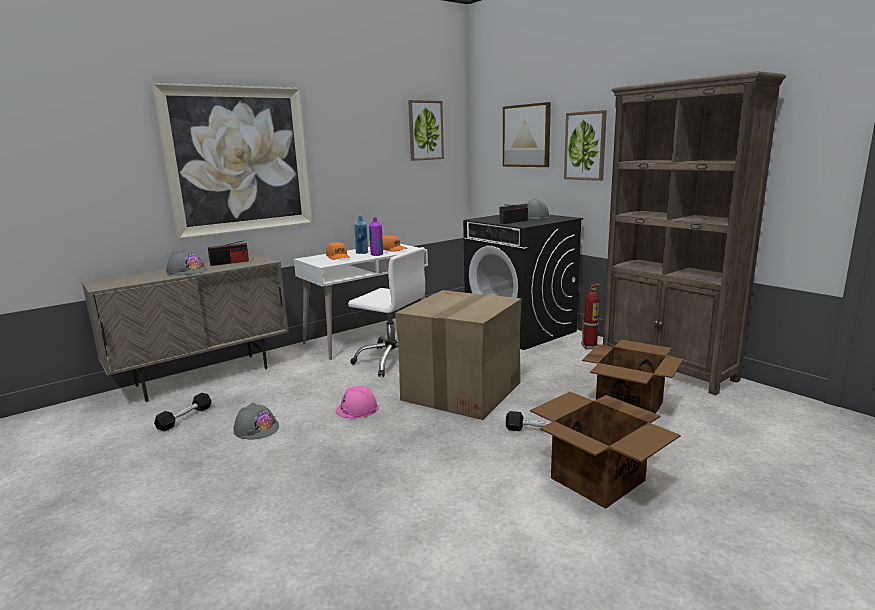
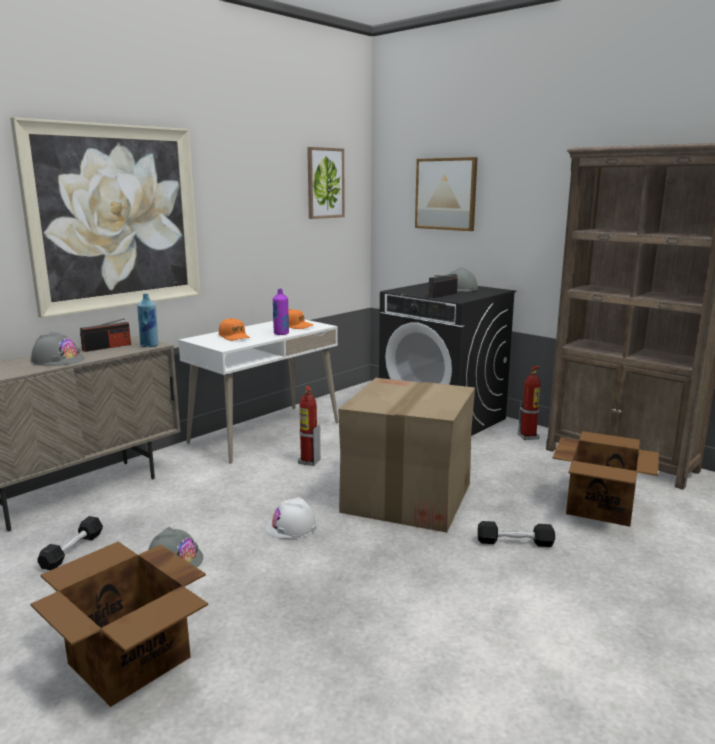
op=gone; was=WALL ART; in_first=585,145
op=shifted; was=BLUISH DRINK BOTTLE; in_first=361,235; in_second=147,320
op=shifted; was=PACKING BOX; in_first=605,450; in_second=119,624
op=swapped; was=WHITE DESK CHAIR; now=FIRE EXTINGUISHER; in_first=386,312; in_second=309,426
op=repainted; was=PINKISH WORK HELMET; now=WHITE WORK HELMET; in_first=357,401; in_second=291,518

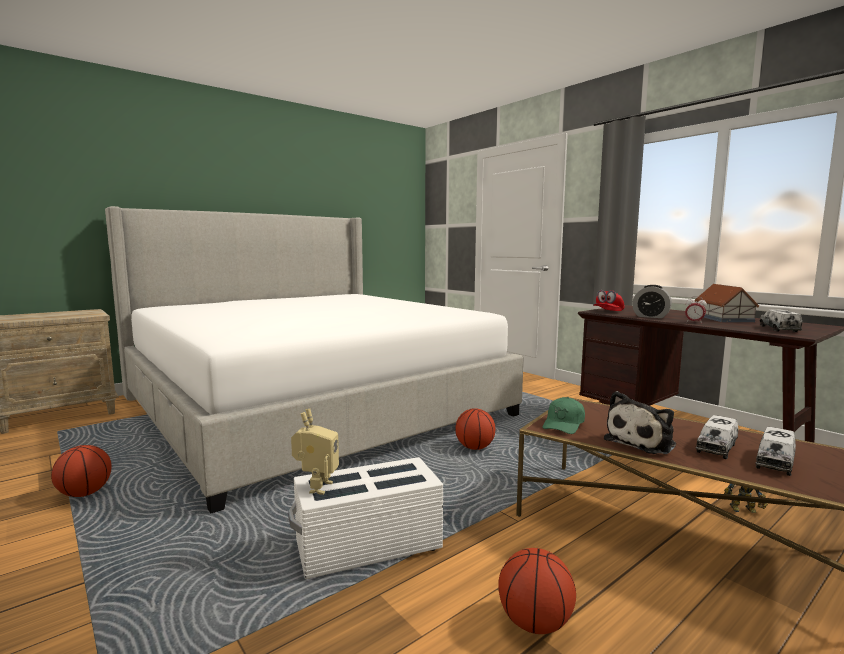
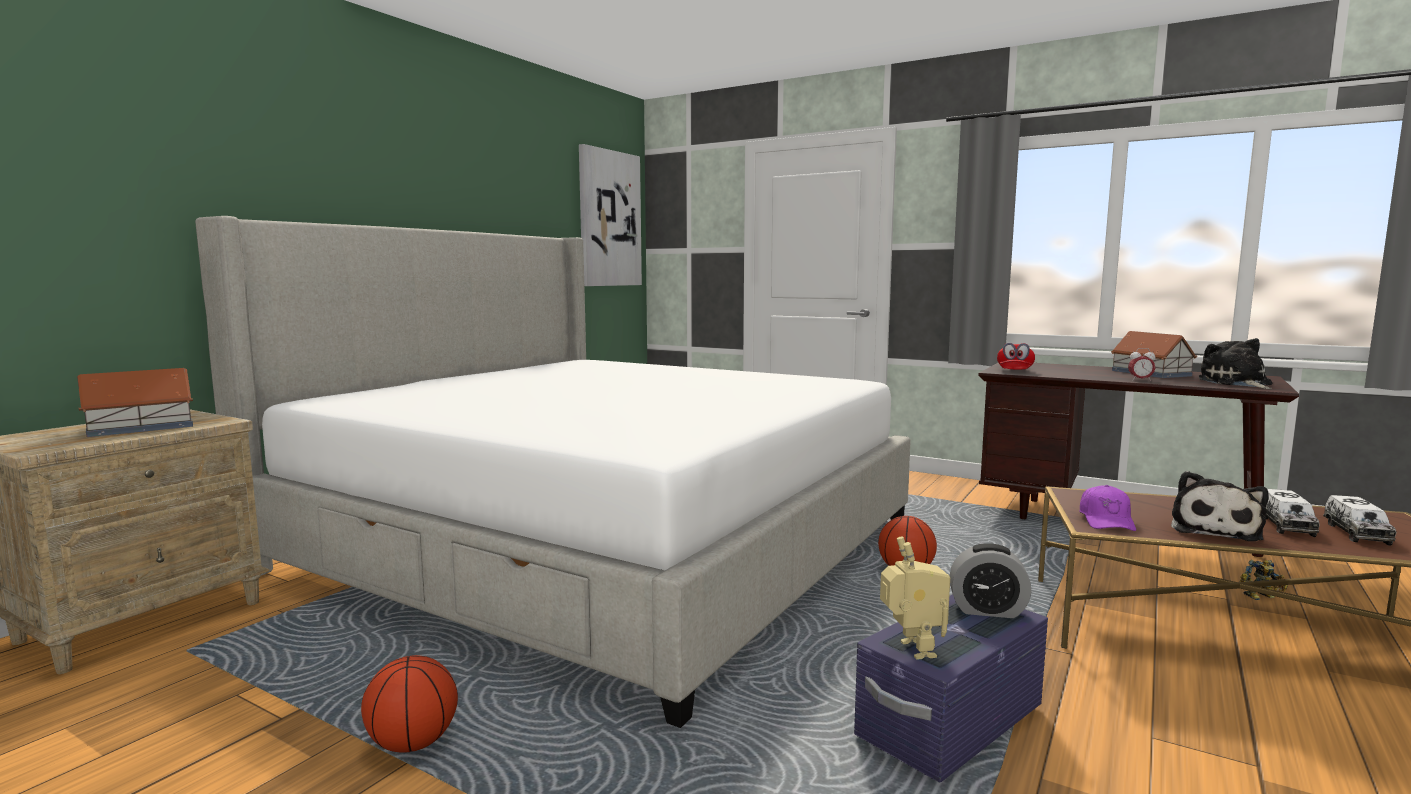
op=gone; was=BASKETBALL; in_first=537,591
op=new; now=TOY HOUSE; in_second=135,402
op=new; now=WALL ART; in_second=610,215
op=shifted; was=ALARM CLOCK; in_first=652,301; in_second=990,580
op=swapped; was=TOY TRUCK; now=CUDDLY TOY; in_first=781,320; in_second=1235,363
op=repainted; was=WHITE STORAGE BIN; now=PURPLISH STORAGE BIN; in_first=365,518; in_second=951,688
op=repainted; was=GREENISH BASEBALL CAP; now=PURPLISH BASEBALL CAP; in_first=563,415; in_second=1107,508

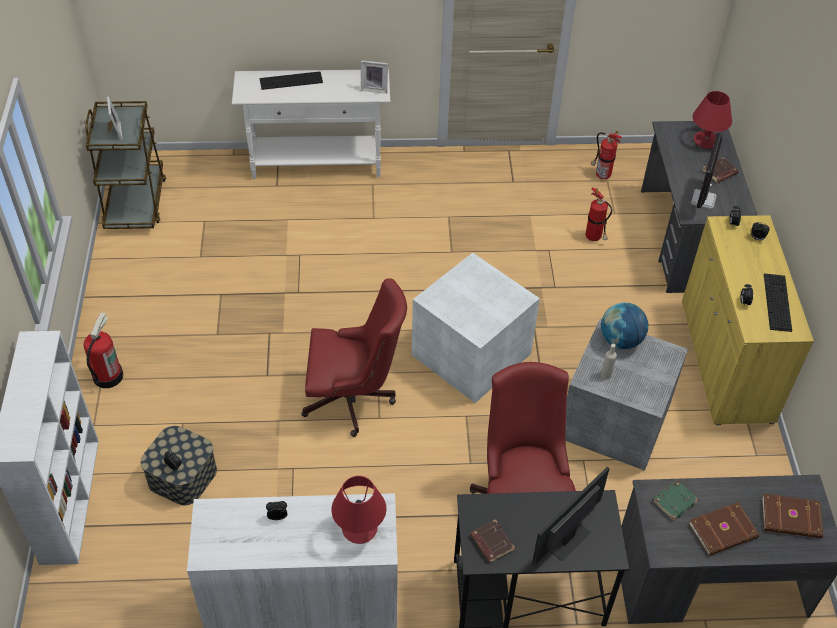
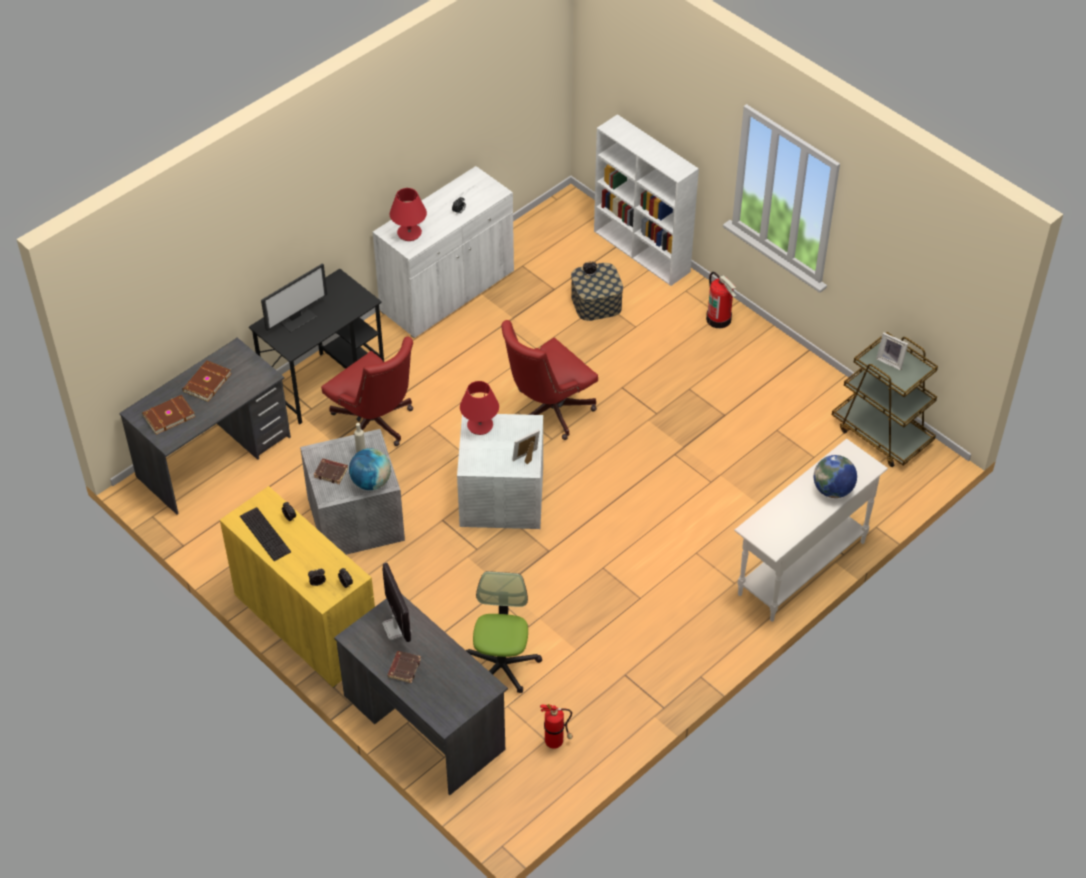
op=gone; was=GREENISH BOOK; in_first=675,500
op=shifted; was=STANDING FRAME; in_first=374,77; in_second=526,446
op=shifted; was=BROWN-COLOURED BOOK; in_first=492,541; in_second=331,471
op=shifted; was=RED-COLOURED LAMP FOR A TABLE; in_first=712,120; in_second=479,408
op=swapped; was=COMPUTER KEYBOARD; now=DESK GLOBE; in_first=291,80; in_second=835,476
op=swapped; was=FIRE EXTINGUISHER; now=DESK CHAIR; in_first=598,214; in_second=504,632
op=rotated; was=COMPUTER SCREEN; in_first=571,515; in_second=294,297; clockwise=45

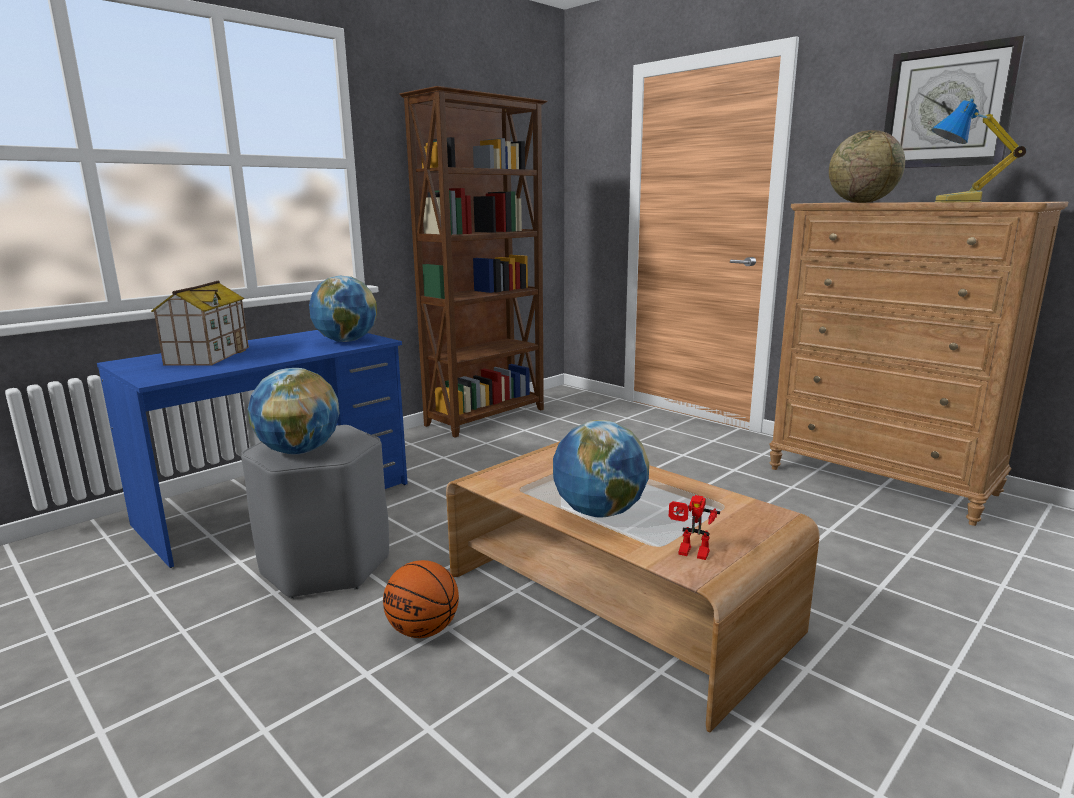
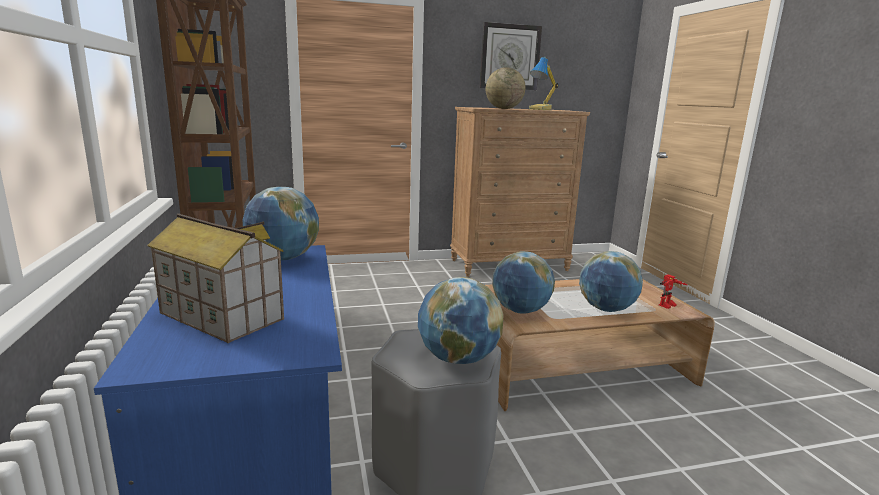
op=gone; was=BASKETBALL; in_first=421,599
op=new; now=DESK GLOBE; in_second=523,282

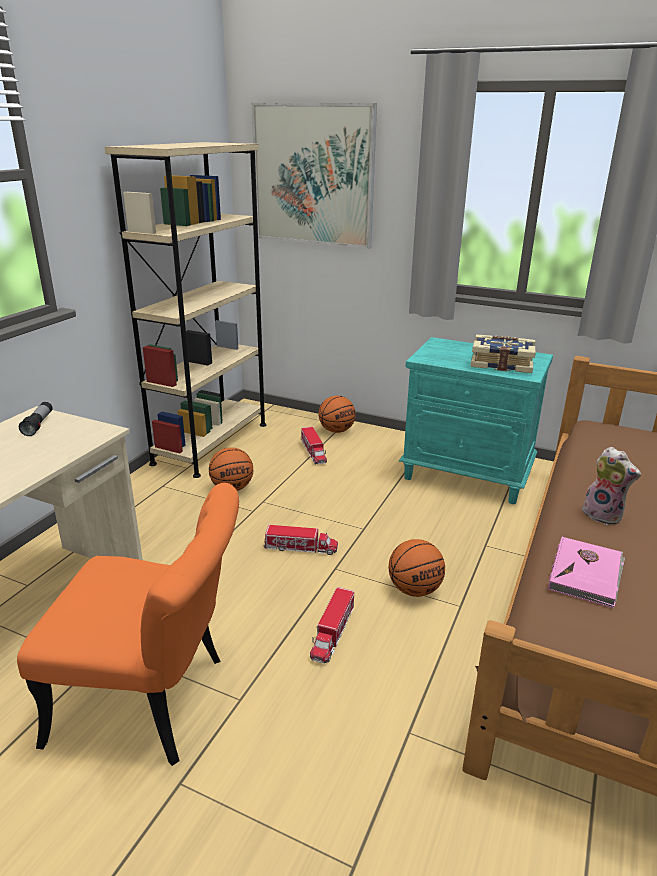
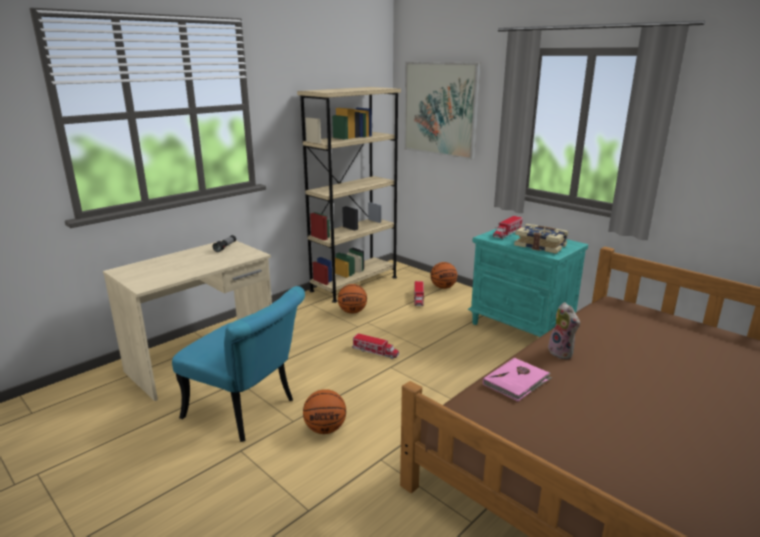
op=shifted; was=TOY TRUCK; in_first=332,625; in_second=507,227
op=shifted; was=BASKETBALL; in_first=416,568; in_second=324,411
op=repainted; was=ORANGE PLAIN CHAIR; now=TURQUOISE PLAIN CHAIR; in_first=128,624; in_second=238,364

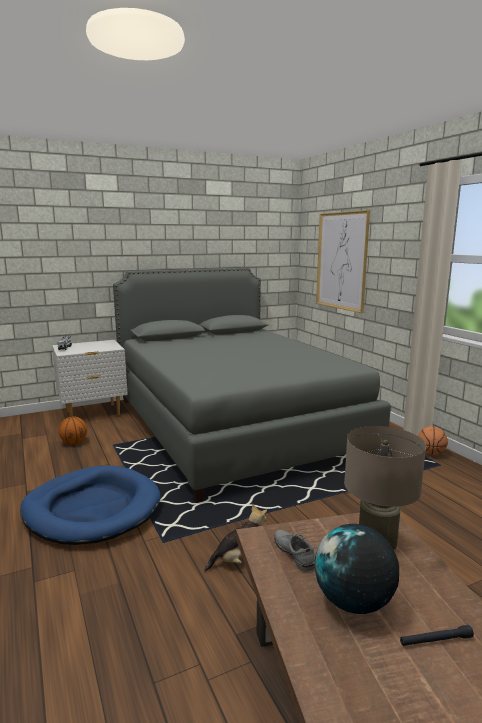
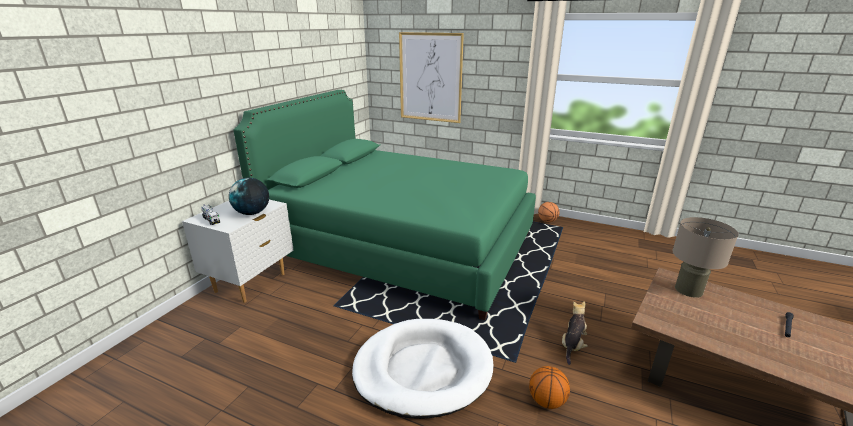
op=gone; was=GREYISH SHOE; in_first=294,551
op=shifted; was=BASKETBALL; in_first=73,430; in_second=549,387
op=shifted; was=DESK GLOBE; in_first=356,569; in_second=249,196
op=repainted; was=BLUISH DOG CUSHION; now=WHITE DOG CUSHION; in_first=90,505; in_second=422,369
op=repainted; was=GREYISH BED; now=GREENISH BED; in_first=252,384; in_second=384,205

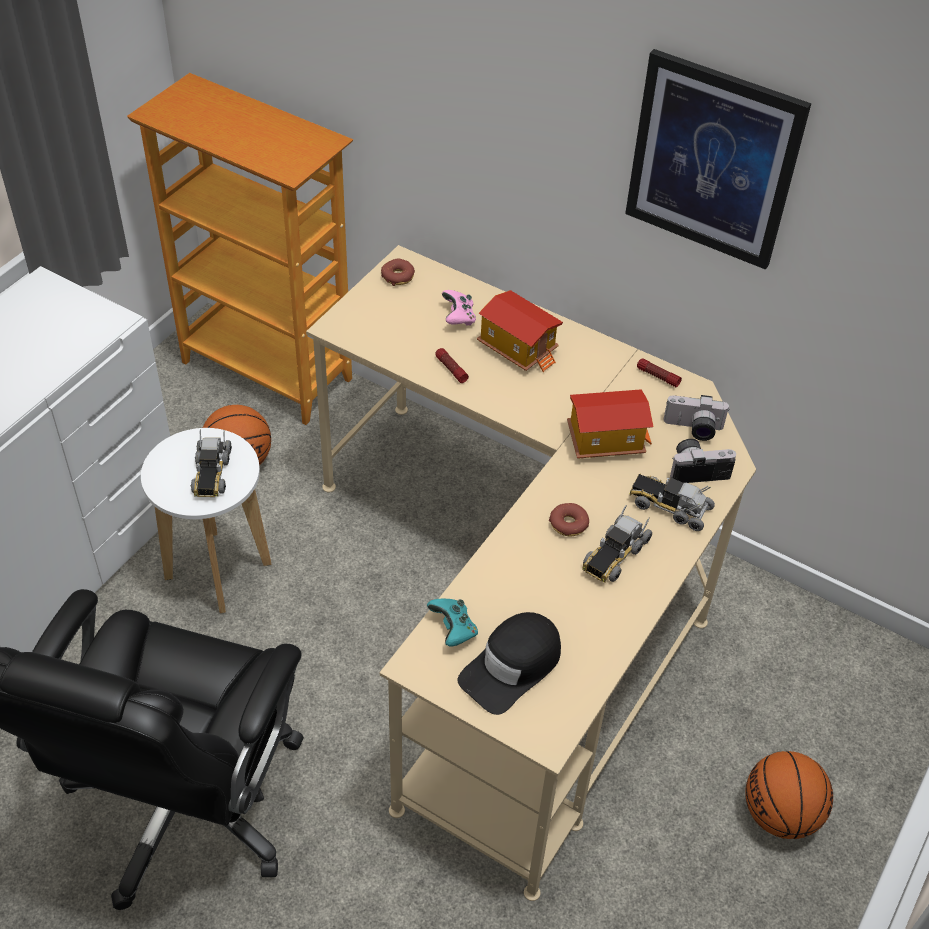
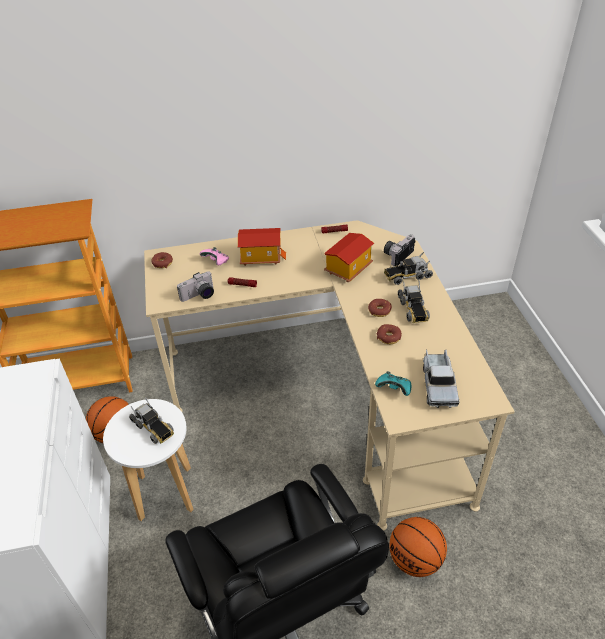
op=gone; was=WALL ART; in_first=718,159
op=new; now=DOUGHNUT; in_second=389,334
op=shifted; was=PHOTO CAMERA; in_first=696,418; in_second=195,287
op=shifted; was=BASKETBALL; in_first=789,795; in_second=418,547
op=swapped; was=BLACKISH BASEBALL CAP; now=TOY TRUCK; in_first=509,663; in_second=441,378

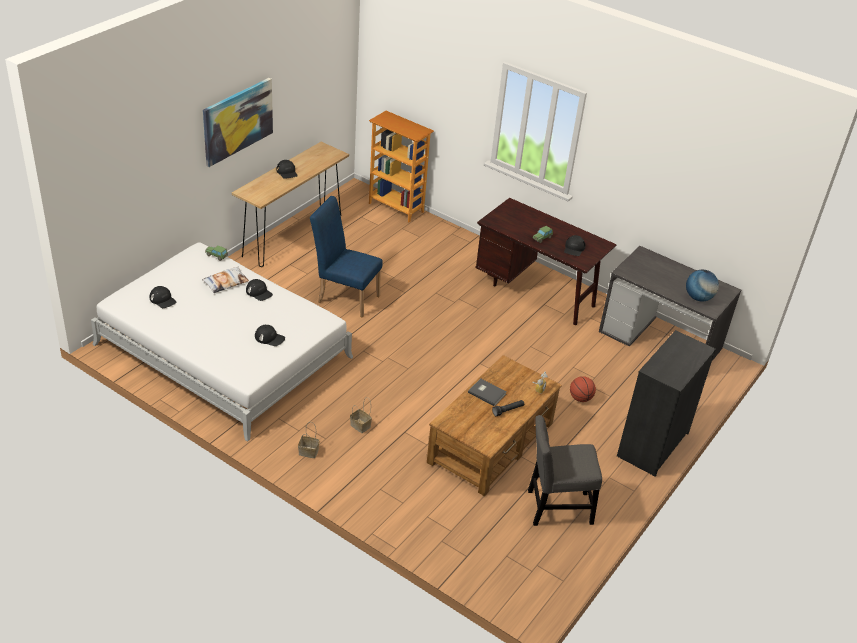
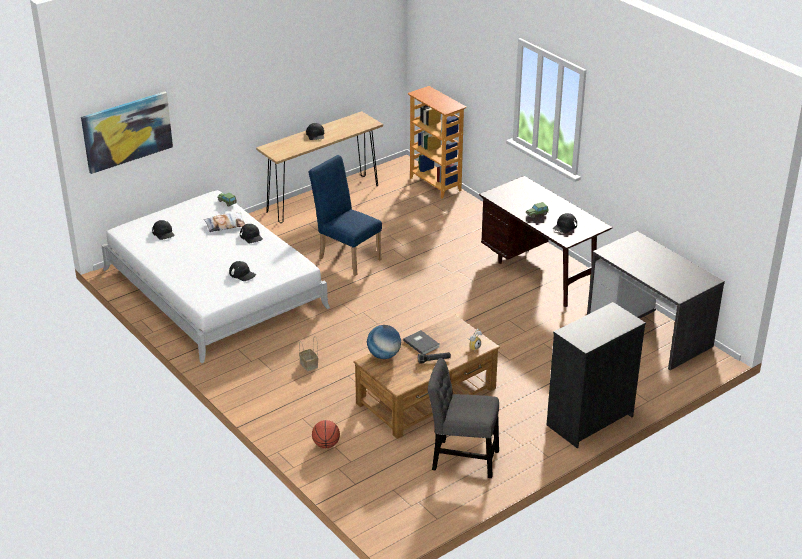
op=gone; was=BASKET; in_first=309,440
op=shifted; was=WALL ART; in_first=238,122; in_second=127,133
op=shifted; was=BASKETBALL; in_first=583,389; in_second=326,434
op=shifted; was=DESK GLOBE; in_first=702,286; in_second=384,342

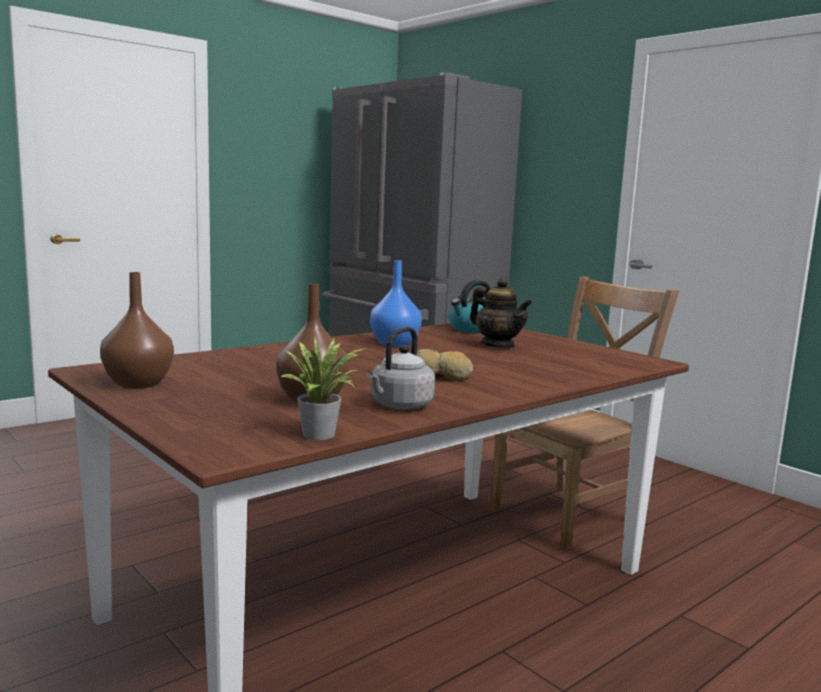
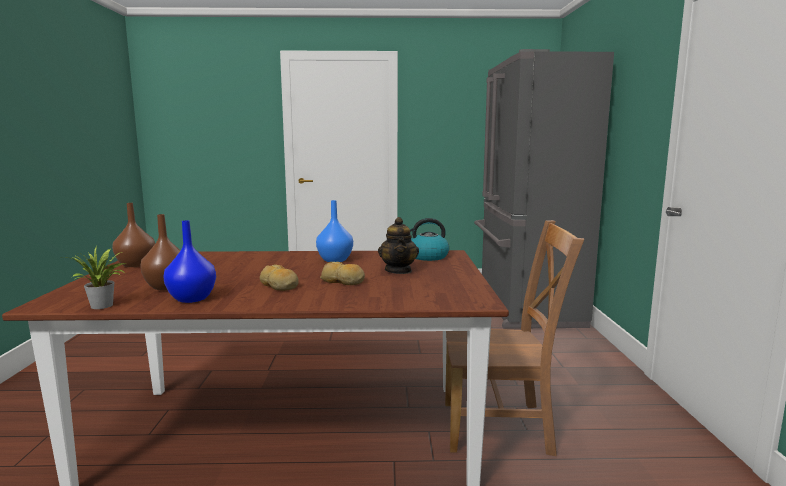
op=new; now=BAKERY BREAD; in_second=342,273
op=swapped; was=GREYISH KETTLE; now=BLUISH FLOWER VASE; in_first=401,368; in_second=190,261

